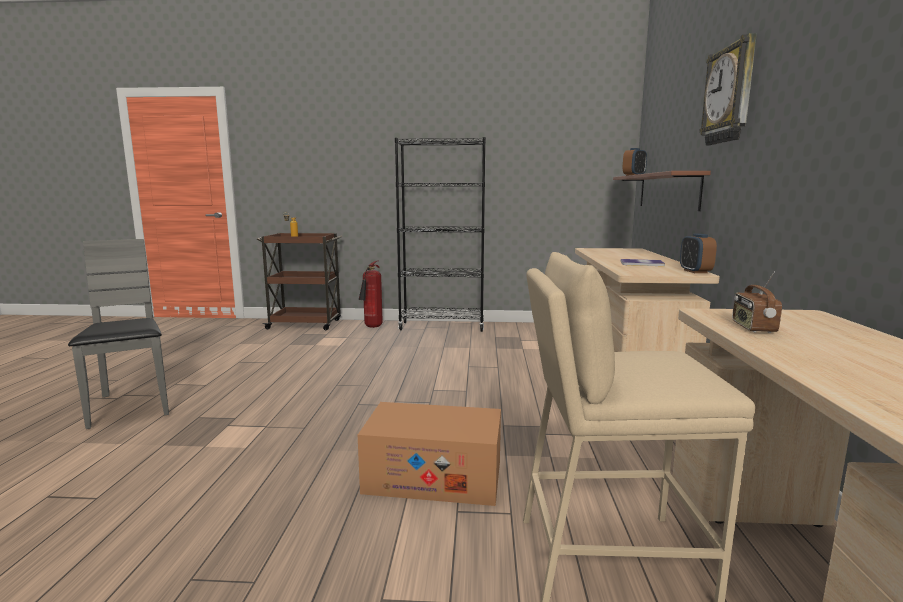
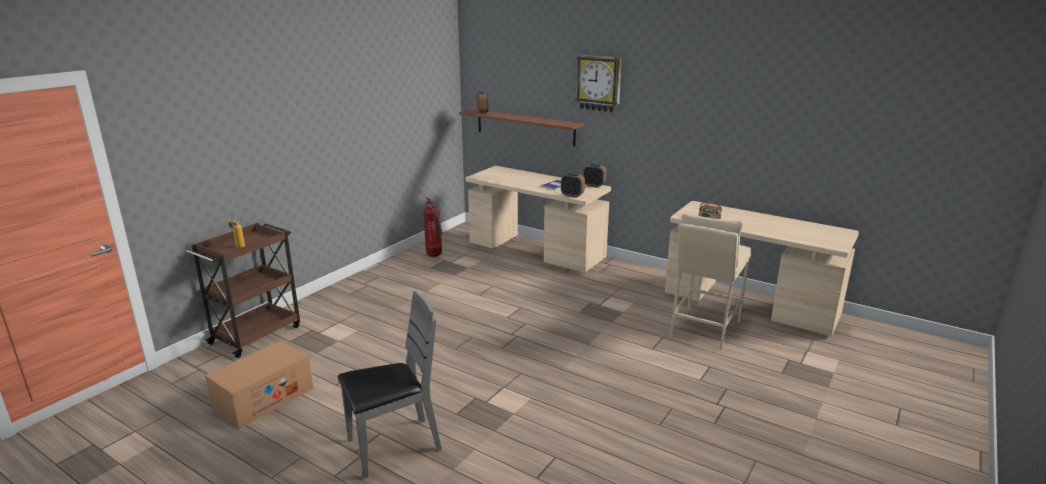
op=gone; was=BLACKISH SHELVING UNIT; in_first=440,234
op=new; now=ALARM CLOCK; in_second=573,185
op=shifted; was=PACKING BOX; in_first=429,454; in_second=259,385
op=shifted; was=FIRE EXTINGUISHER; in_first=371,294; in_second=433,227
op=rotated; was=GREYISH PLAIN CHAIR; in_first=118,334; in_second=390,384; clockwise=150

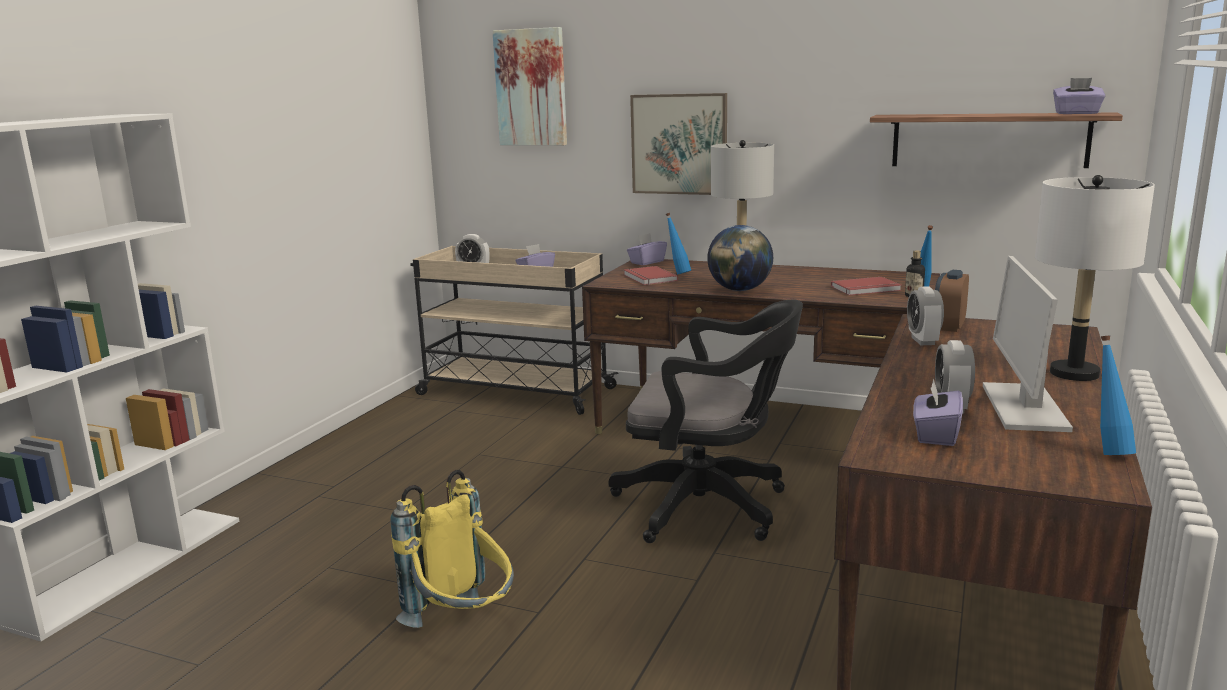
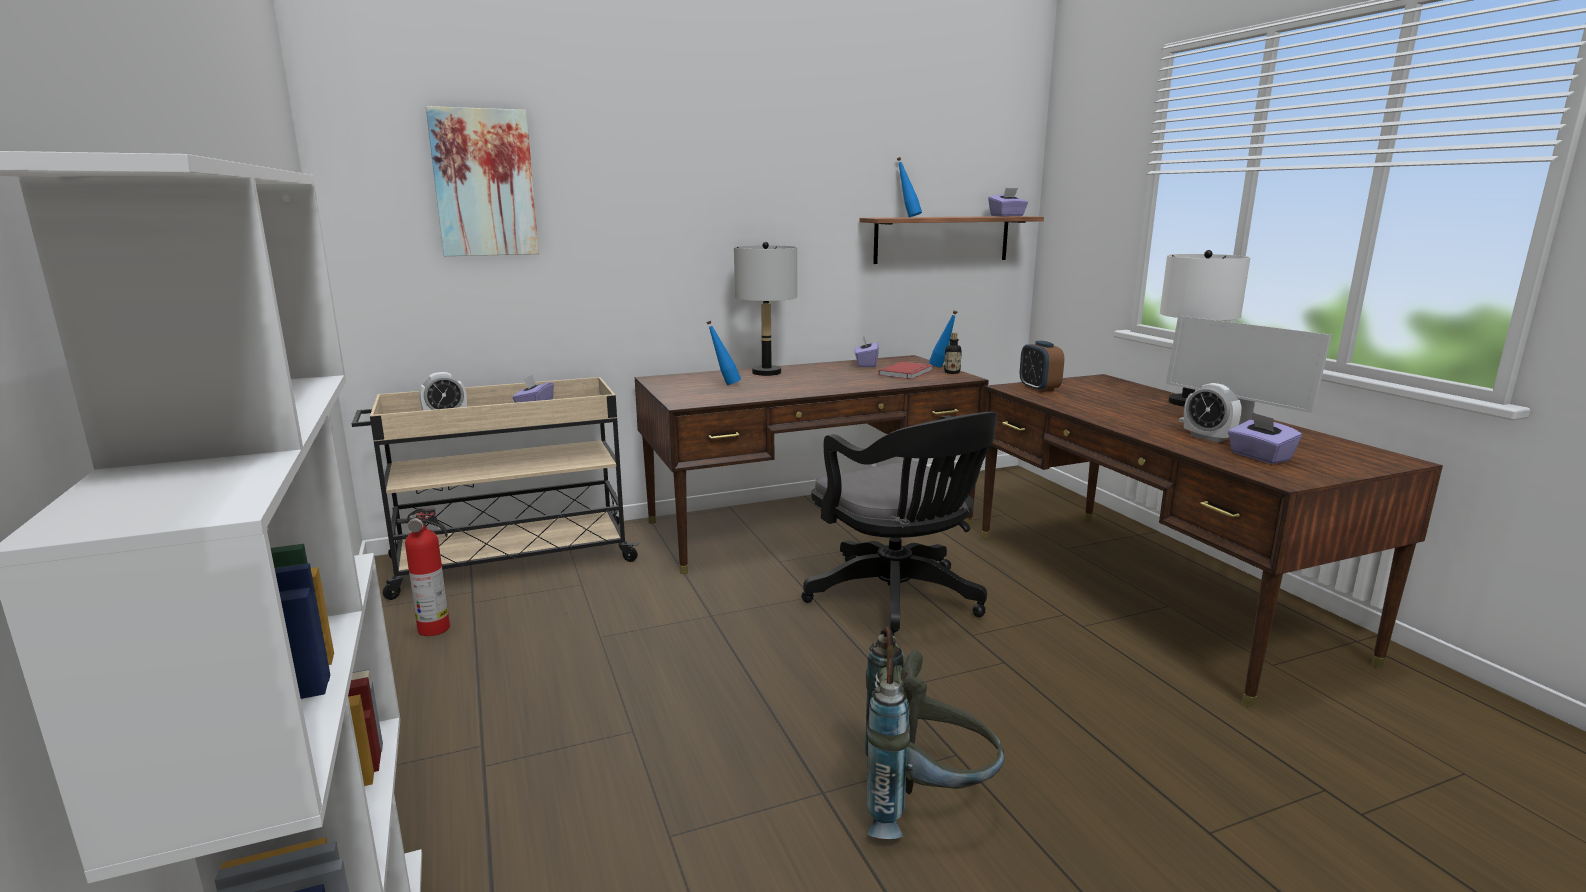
op=gone; was=RED-COLOURED BOOK; in_first=651,275
op=gone; was=WALL ART; in_first=678,144
op=gone; was=DESK GLOBE; in_first=740,258
op=gone; was=ALARM CLOCK; in_first=925,315
op=new; now=FIRE EXTINGUISHER; in_second=423,572
op=shifted; was=PURPLISH TISSUE HOLDER; in_first=647,249; in_second=867,351
op=shifted; was=BLUISH DRINK BOTTLE; in_first=1118,395; in_second=909,187
op=repainted; was=YELLOWISH KNAPSACK; now=GREYISH KNAPSACK; in_first=452,549; in_second=934,732
op=rotated; was=BLACKISH DESK CHAIR; in_first=706,421; in_second=899,524; clockwise=90

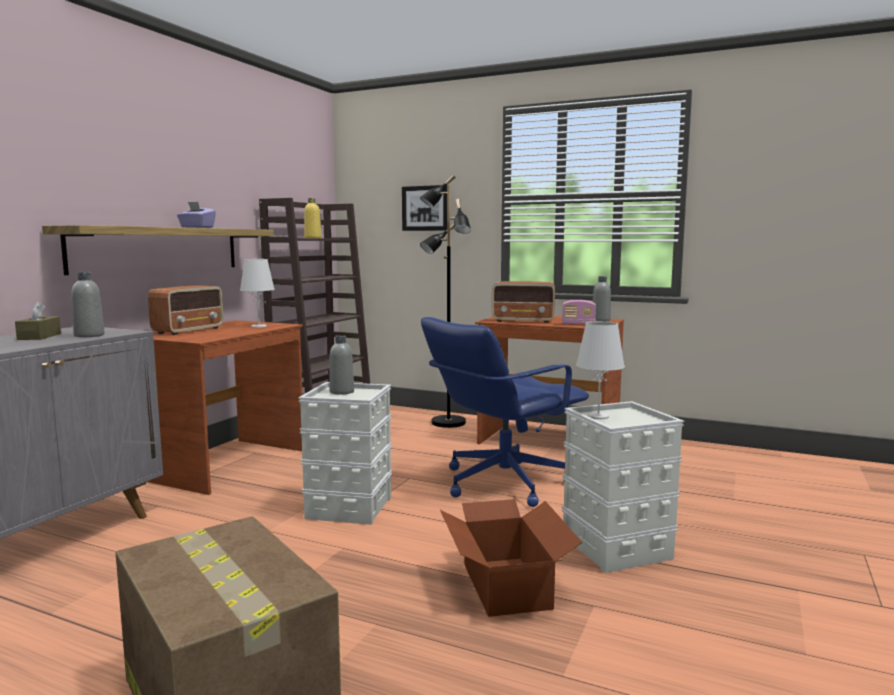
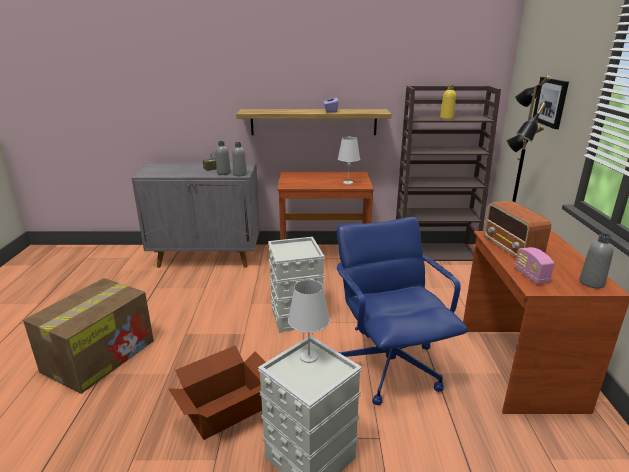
op=gone; was=RADIO; in_first=185,310
op=shifted; was=GREYISH DRINK BOTTLE; in_first=341,365; in_second=239,159
op=rotated; was=BLUISH DESK CHAIR; in_first=505,412; in_second=402,311; clockwise=45

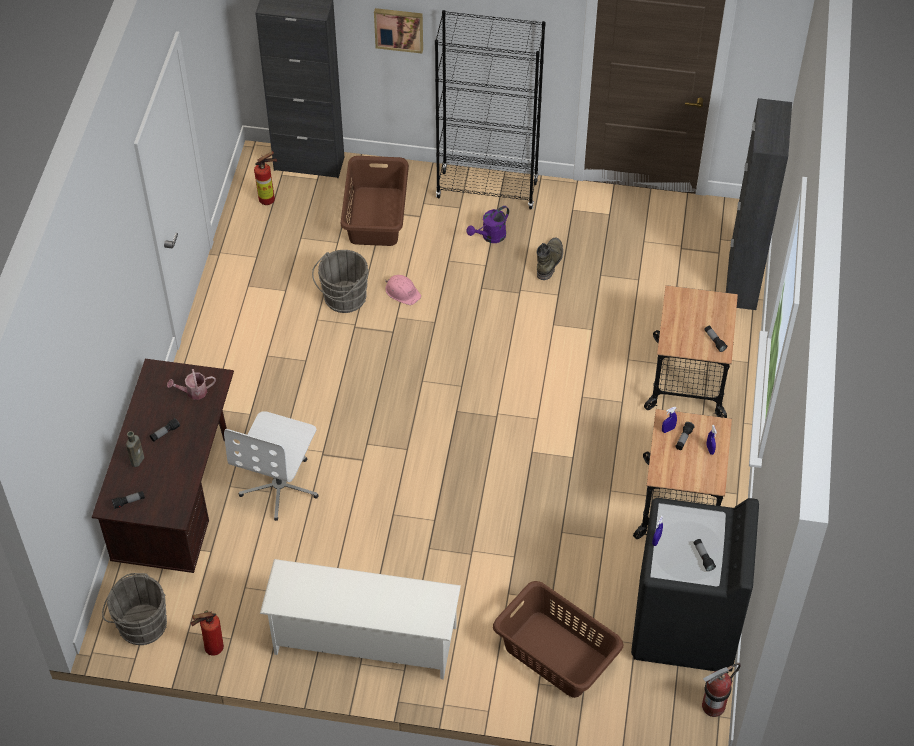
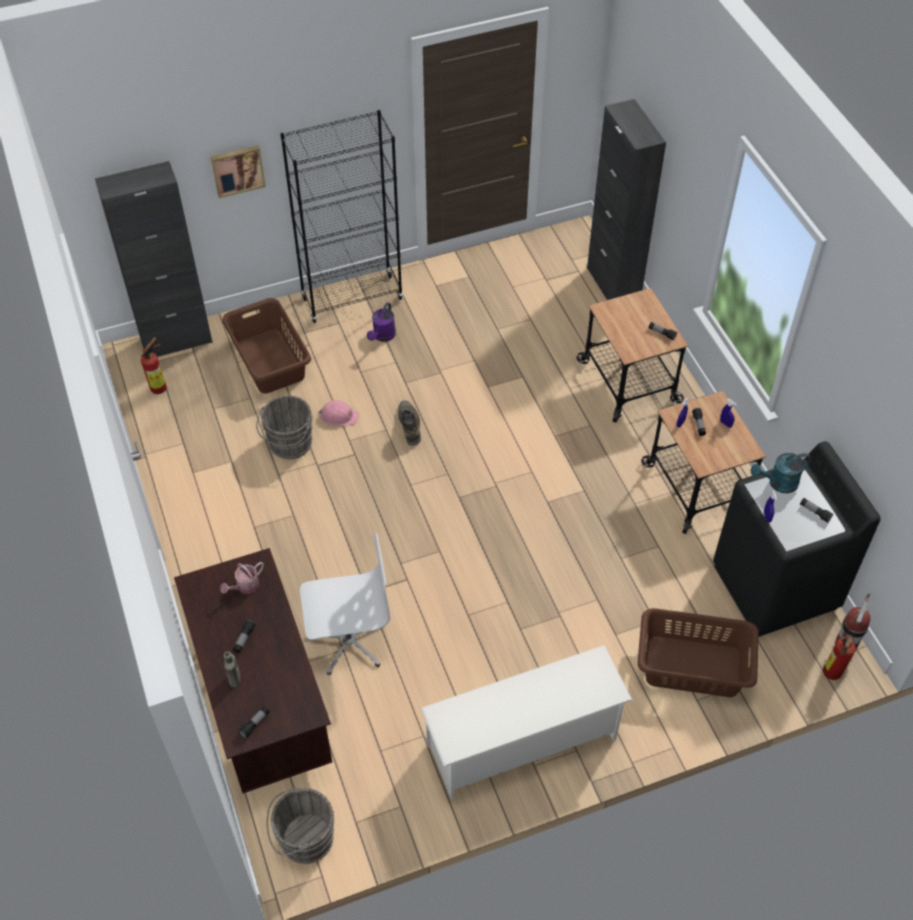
op=new; now=TURQUOISE WATERING POT; in_second=781,473
op=shifted; was=FIRE EXTINGUISHER; in_first=207,633; in_second=840,657
op=shifted; was=GREENISH HIGH-TOP BOOT; in_first=550,259; in_second=409,422
op=rotated; was=WHITE DESK CHAIR; in_first=271,466; in_second=345,604; clockwise=-90

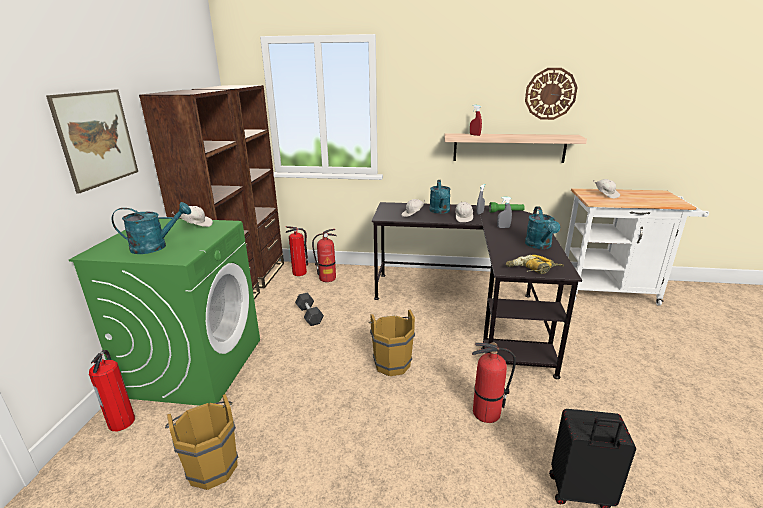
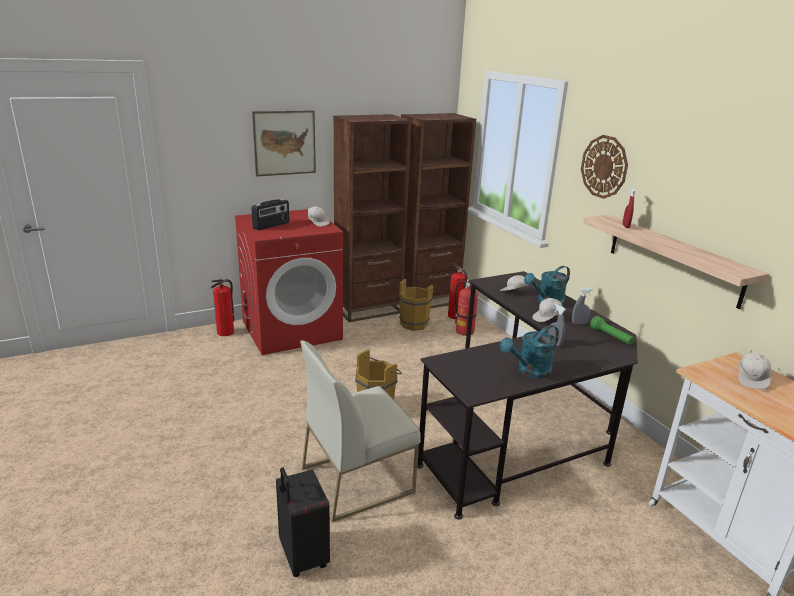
op=gone; was=GREYISH DUMBBELL; in_first=309,309
op=gone; was=POWER DRILL; in_first=535,264
op=shifted; was=BROWN-COLOURED PAIL; in_first=201,442; in_second=416,305
op=shifted; was=WALL CLOCK; in_first=551,94; in_second=604,167
op=swapped; was=TURQUOISE WATERING POT; now=RADIO; in_first=151,228; in_second=270,214
op=swapped; was=FIRE EXTINGUISHER; now=WHITE PLAIN CHAIR; in_first=494,382; in_second=360,431
op=repainted; was=GREENISH LAUNDRY APPLIANCE; now=RED-COLOURED LAUNDRY APPLIANCE; in_first=164,312; in_second=289,282

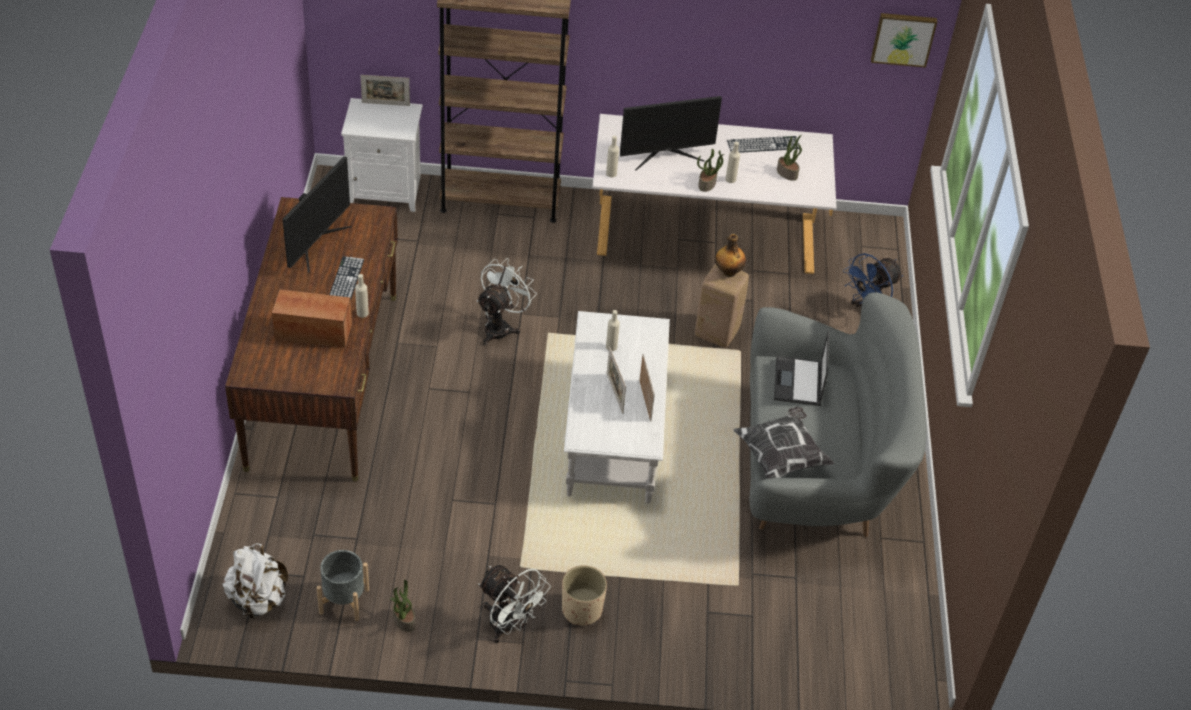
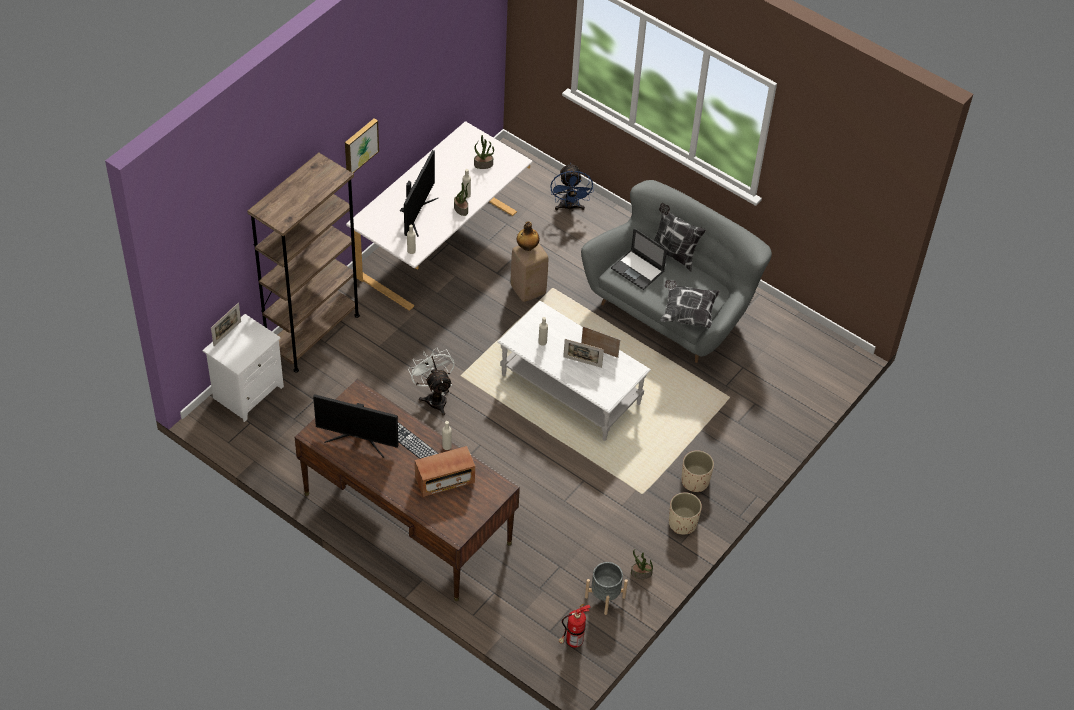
op=gone; was=COMPUTER KEYBOARD; in_first=763,144
op=new; now=THROW PILLOW; in_second=680,237
op=shifted; was=WALL ART; in_first=904,40; in_second=362,146
op=swapped; was=WHITE KNAPSACK; now=FIRE EXTINGUISHER; in_first=255,581; in_second=575,626
op=swapped; was=WHITE ELECTRIC FAN; now=SAND-COLOURED PLANT POT; in_first=514,604; in_second=685,513
op=rotated; was=RADIO; in_first=312,319; in_second=445,471; clockwise=-150
op=rotated; was=COMPUTER SCREEN; in_first=317,214; in_second=356,426; clockwise=135

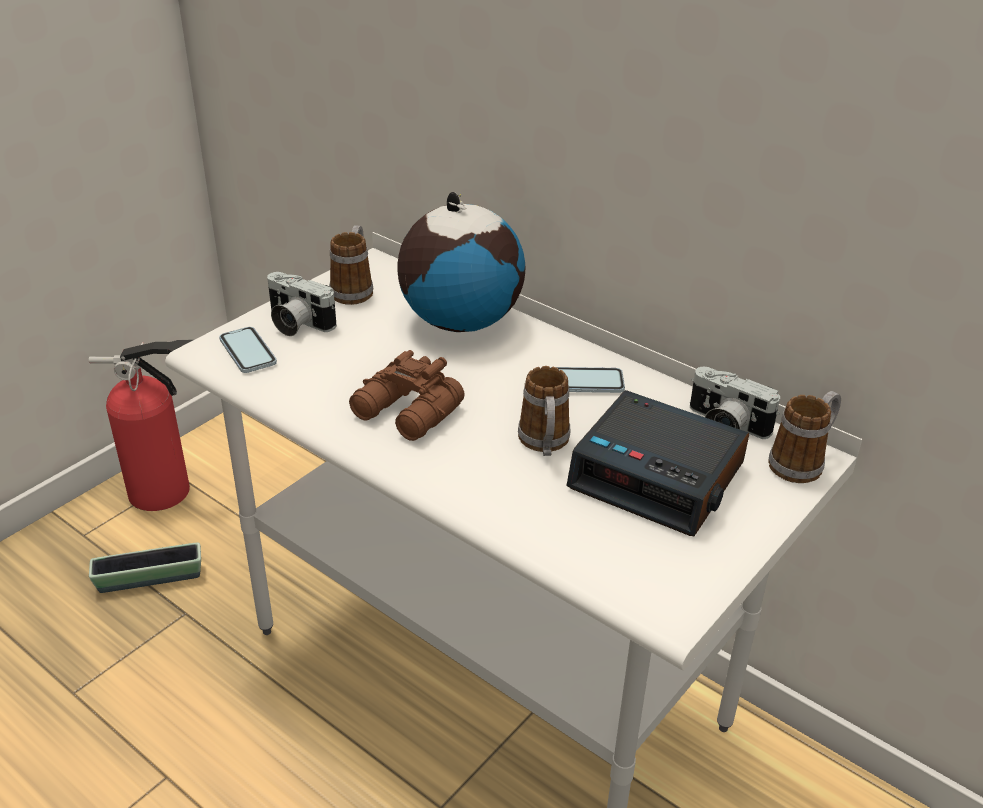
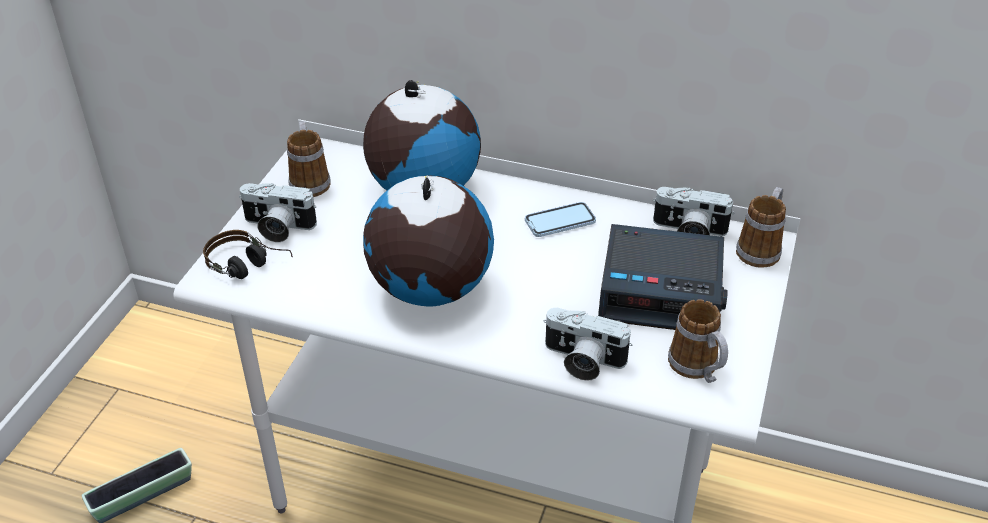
op=gone; was=FIRE EXTINGUISHER; in_first=142,425
op=new; now=PHOTO CAMERA; in_second=588,344
op=shifted; was=MUG; in_first=544,411; in_second=698,341
op=swapped; was=PHONE; now=PAIR OF HEADPHONES; in_first=248,350; in_second=248,254
op=swapped; was=BROWN-COLOURED BINOCULARS; now=DESK GLOBE; in_first=407,395; in_second=428,240

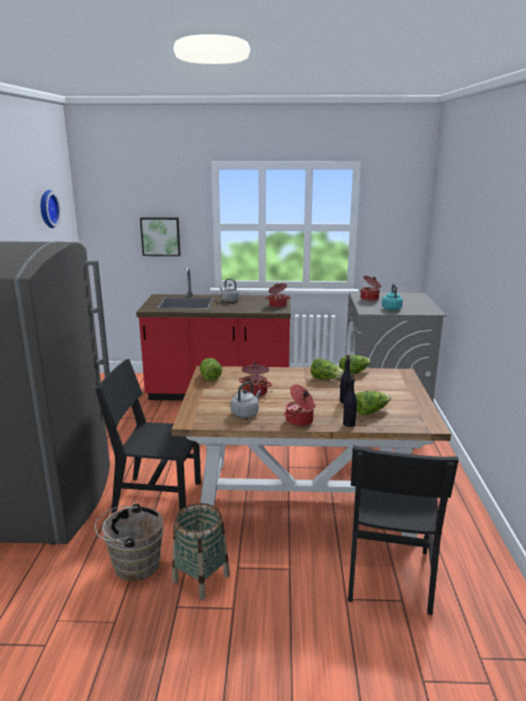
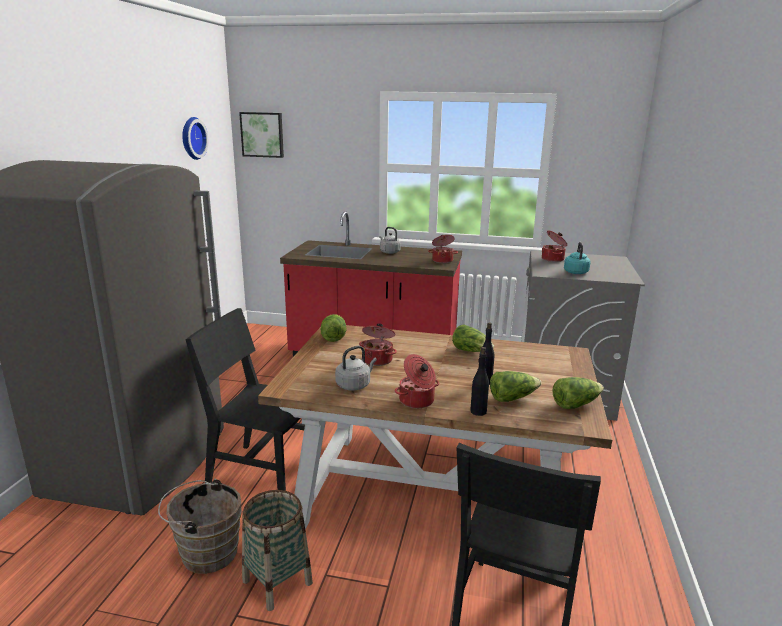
op=shifted; was=WALL ART; in_first=160,236; in_second=261,135
op=shifted; was=HEAD OF LETTUCE; in_first=355,364; in_second=578,393

